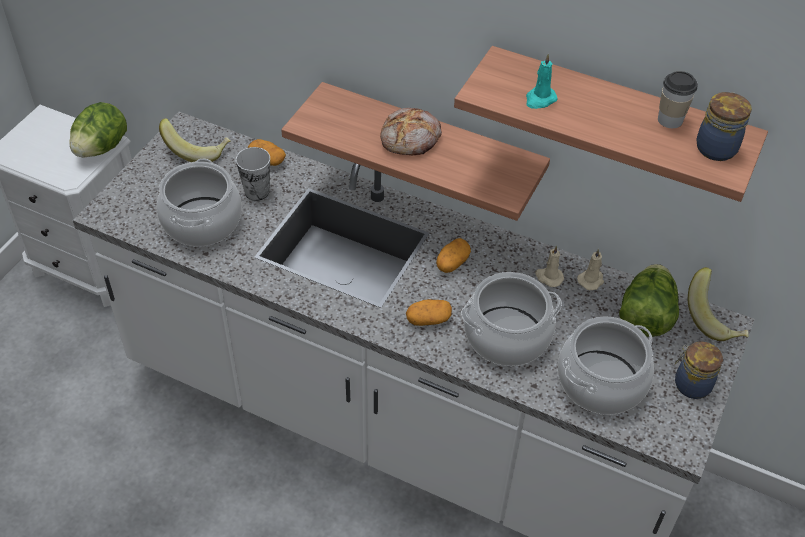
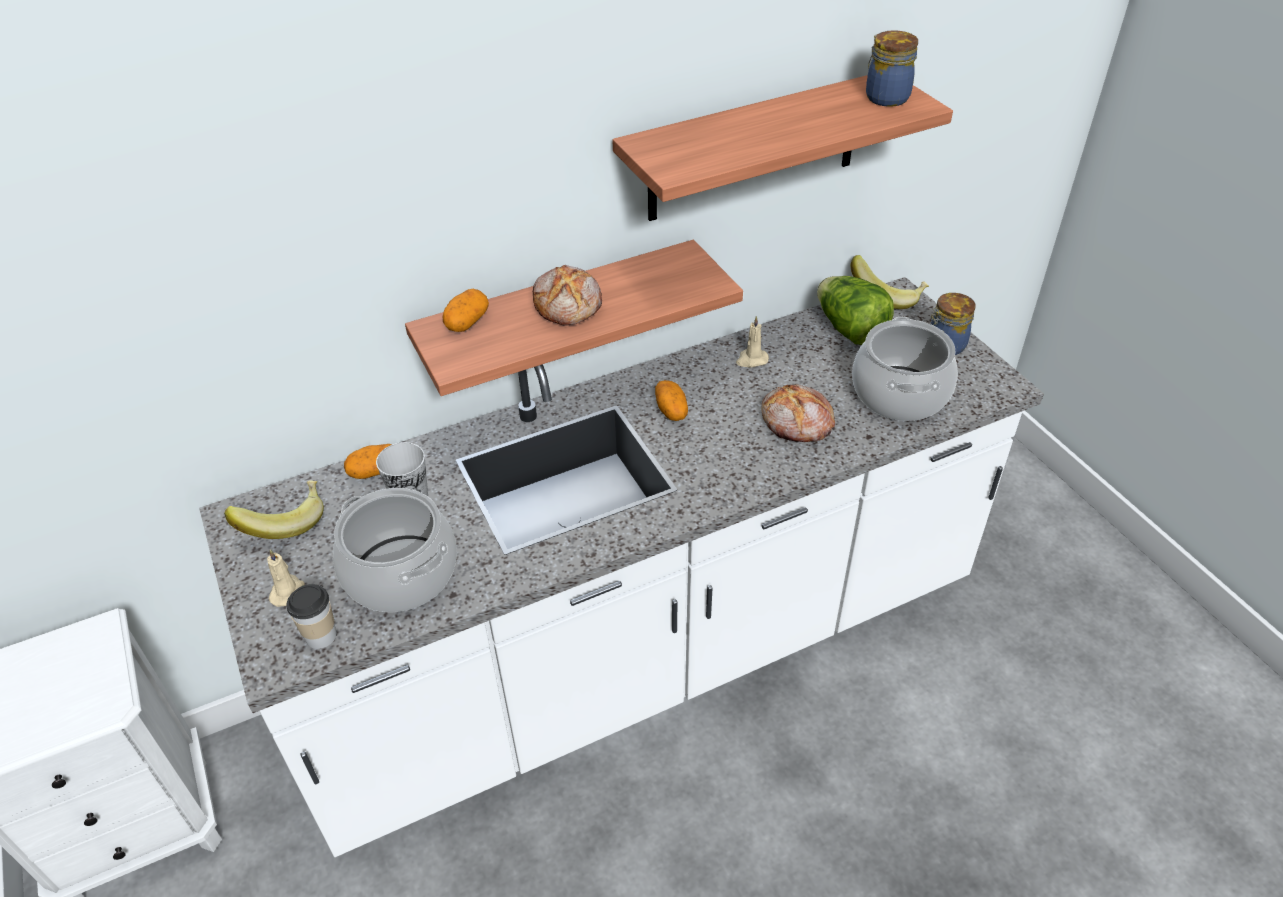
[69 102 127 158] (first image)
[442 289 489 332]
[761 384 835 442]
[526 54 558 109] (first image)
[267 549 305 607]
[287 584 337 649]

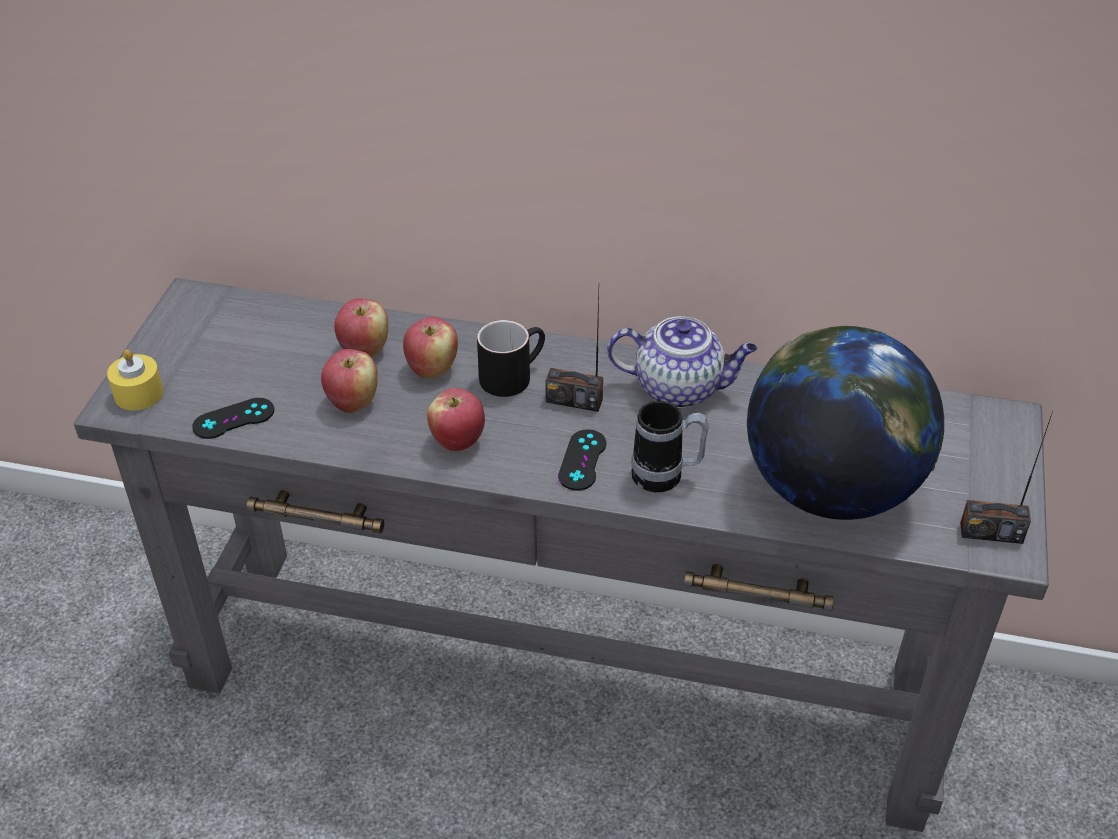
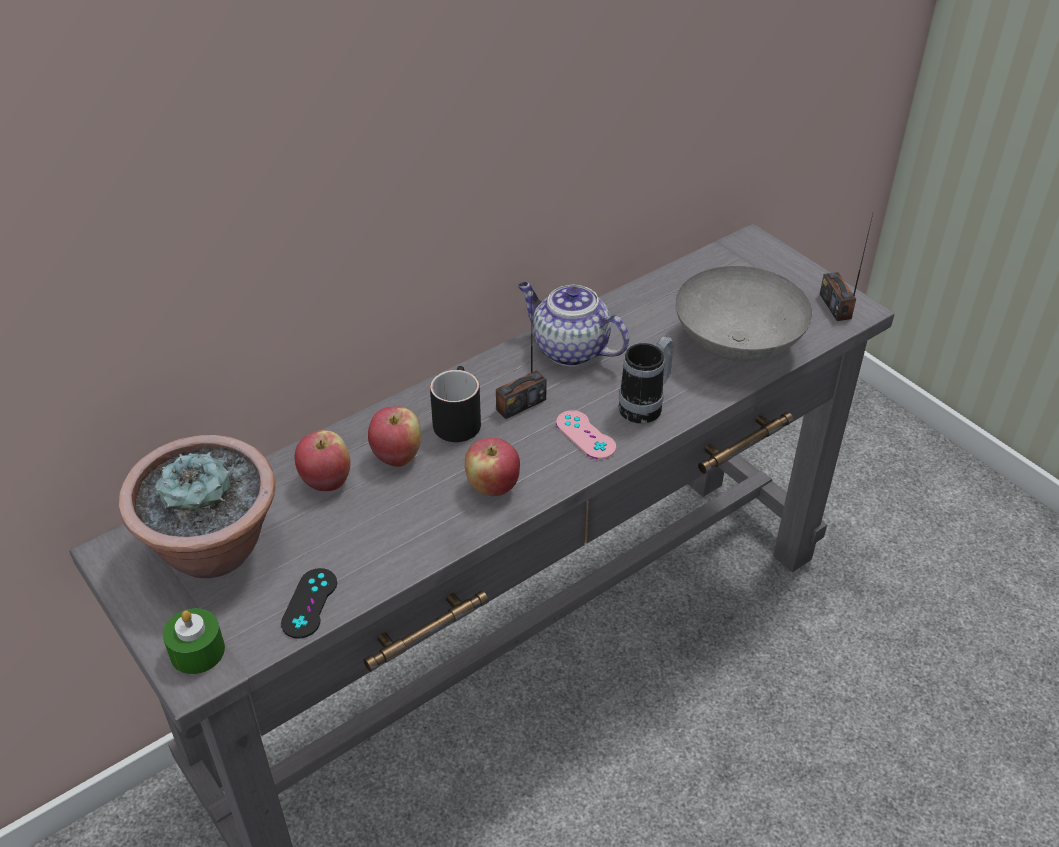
[163 608 225 674]
[321 349 378 413] (first image)
[556 410 616 459]
[518 282 629 367]
[675 266 813 361]
[820 214 873 321]
[119 435 275 578]

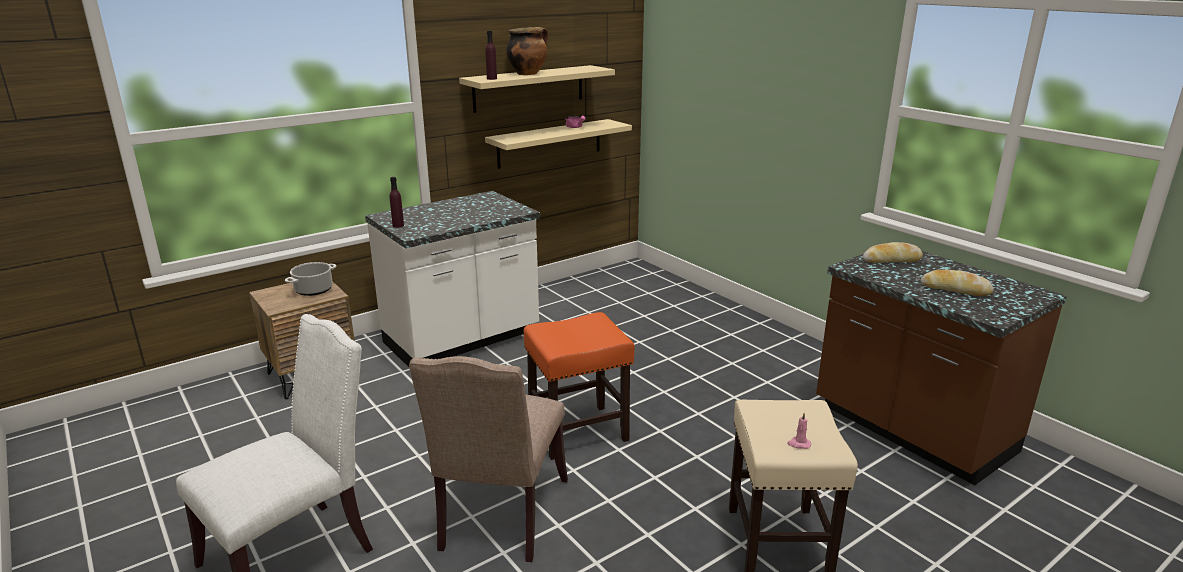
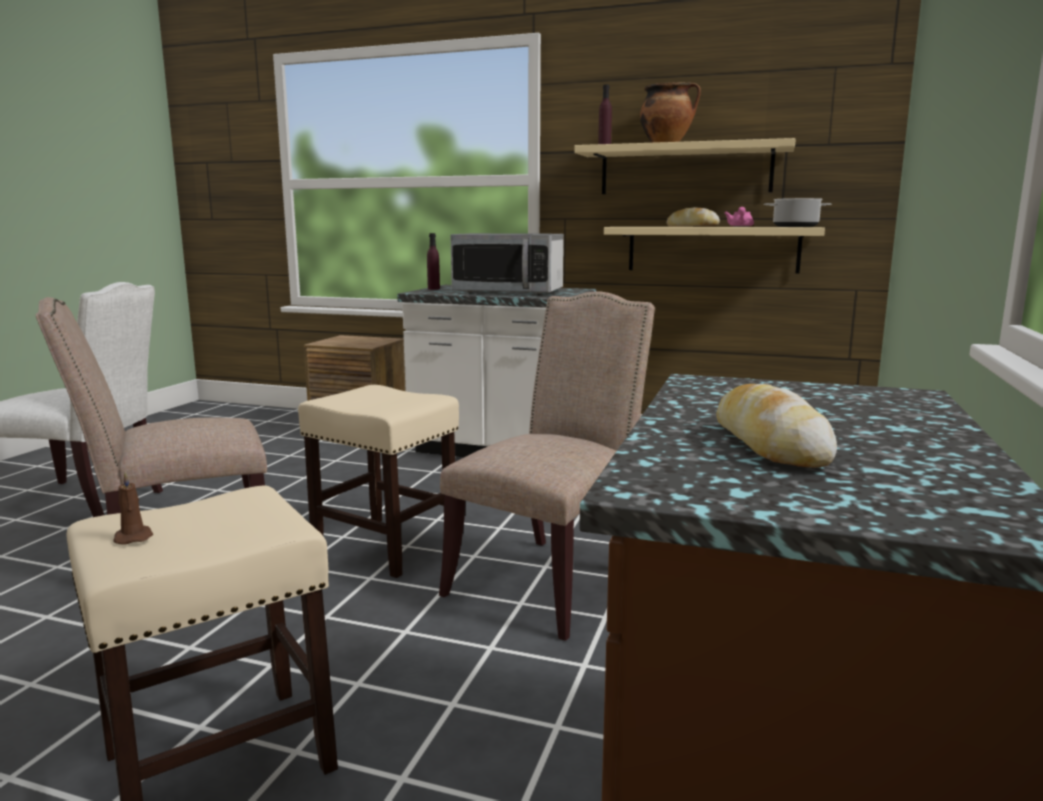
[764 198 831 227]
[298 385 459 578]
[113 472 153 544]
[667 207 720 227]
[439 291 655 641]
[450 233 564 295]

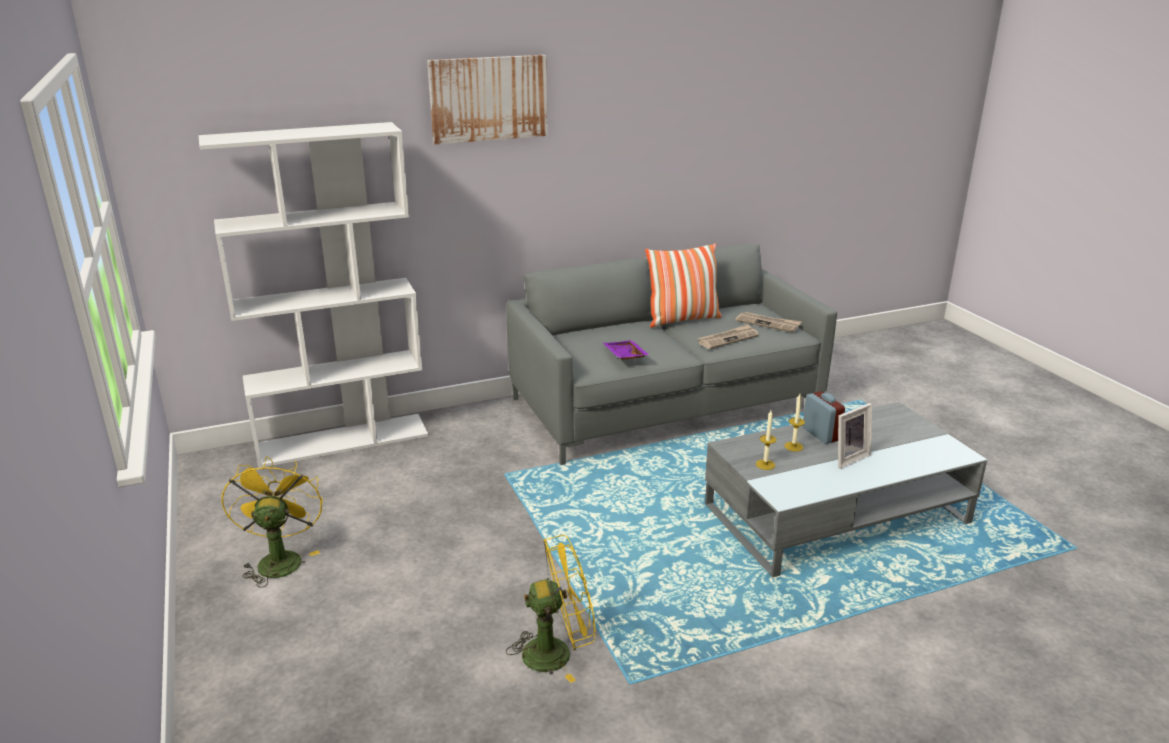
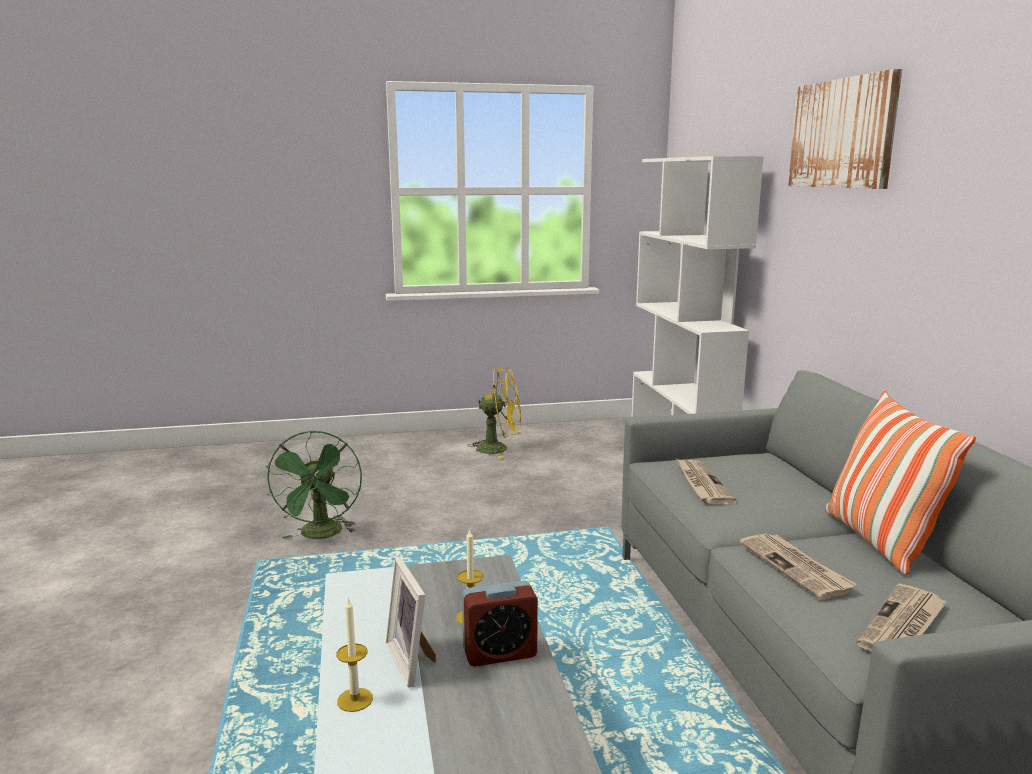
[266 430 362 539]
[676 459 737 504]
[336 597 373 712]

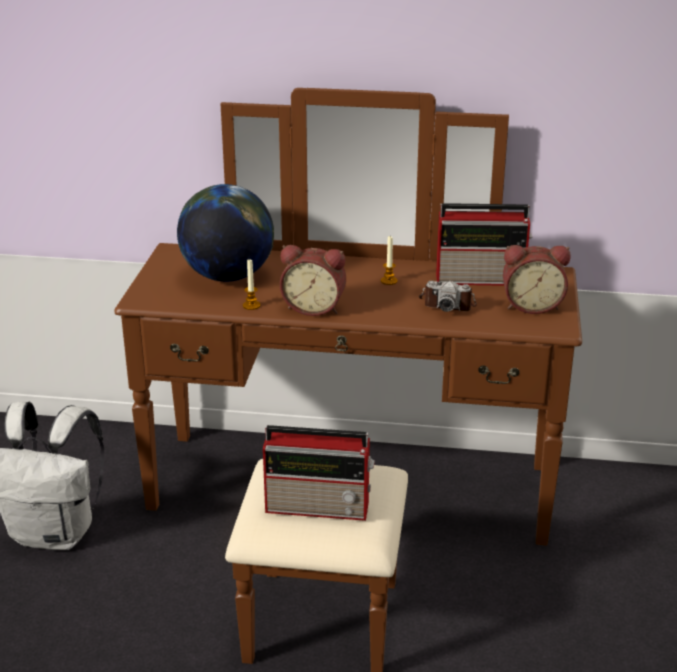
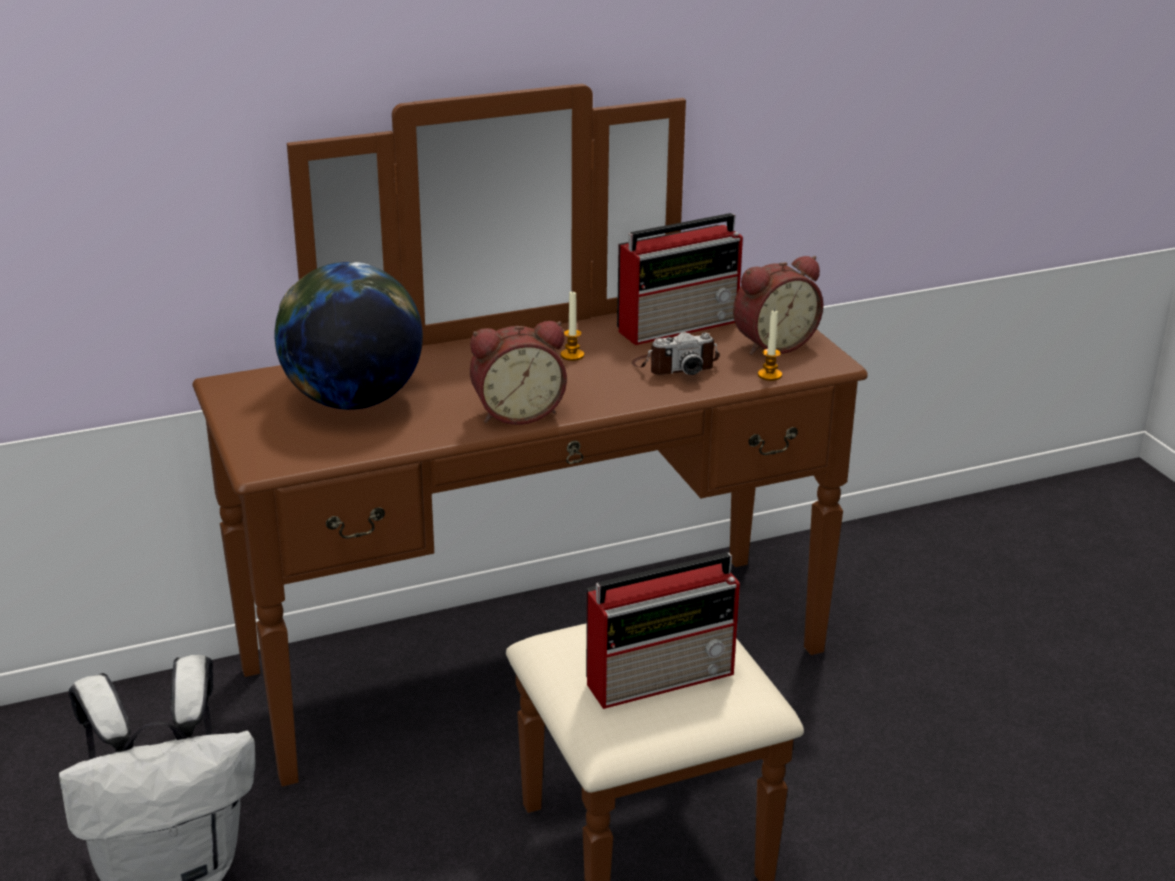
[758 309 782 381]

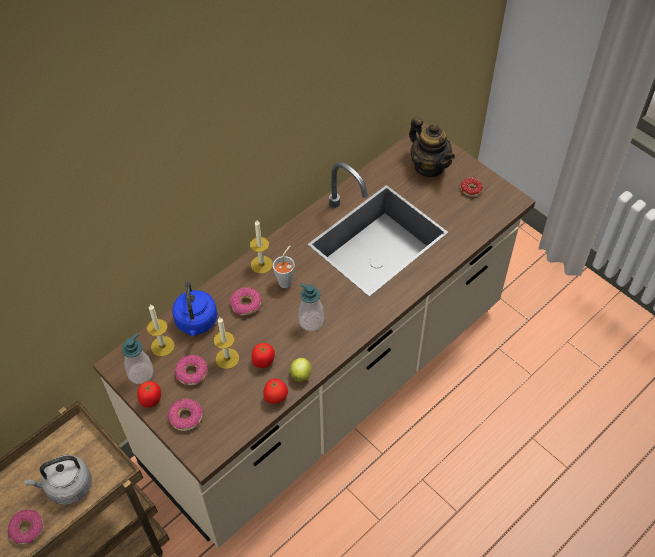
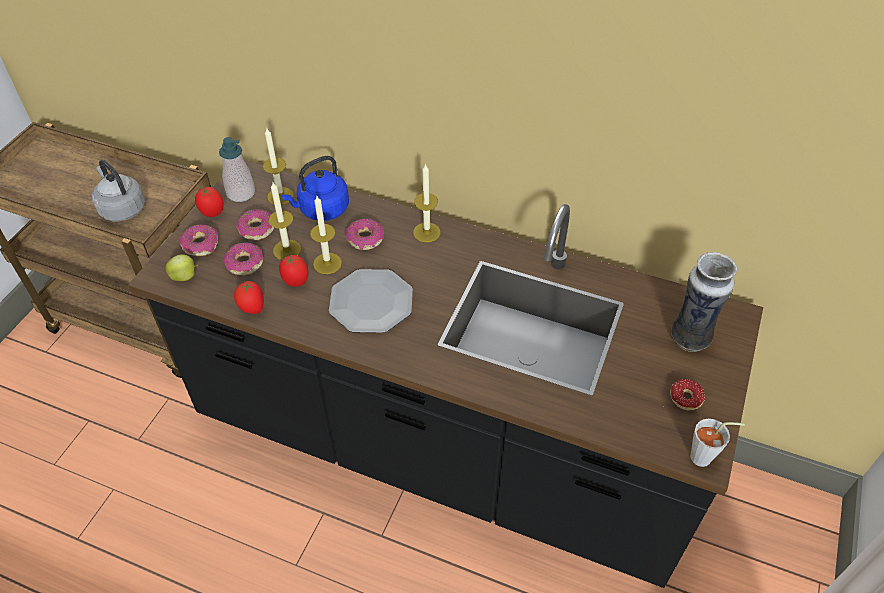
[223 242 264 276]
[128 160 763 588]
[690 419 745 467]
[165 255 198 281]
[329 269 413 333]
[671 252 737 352]
[310 196 342 274]

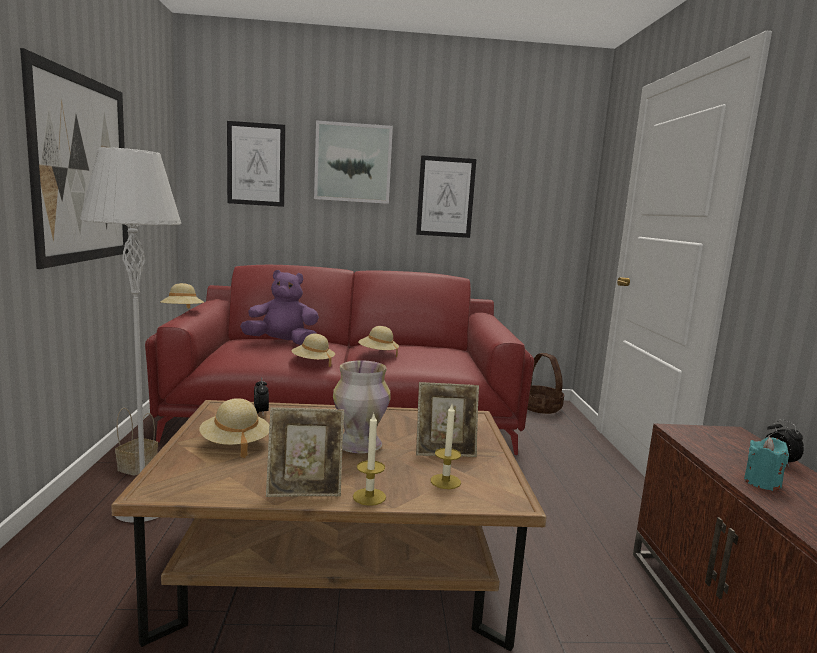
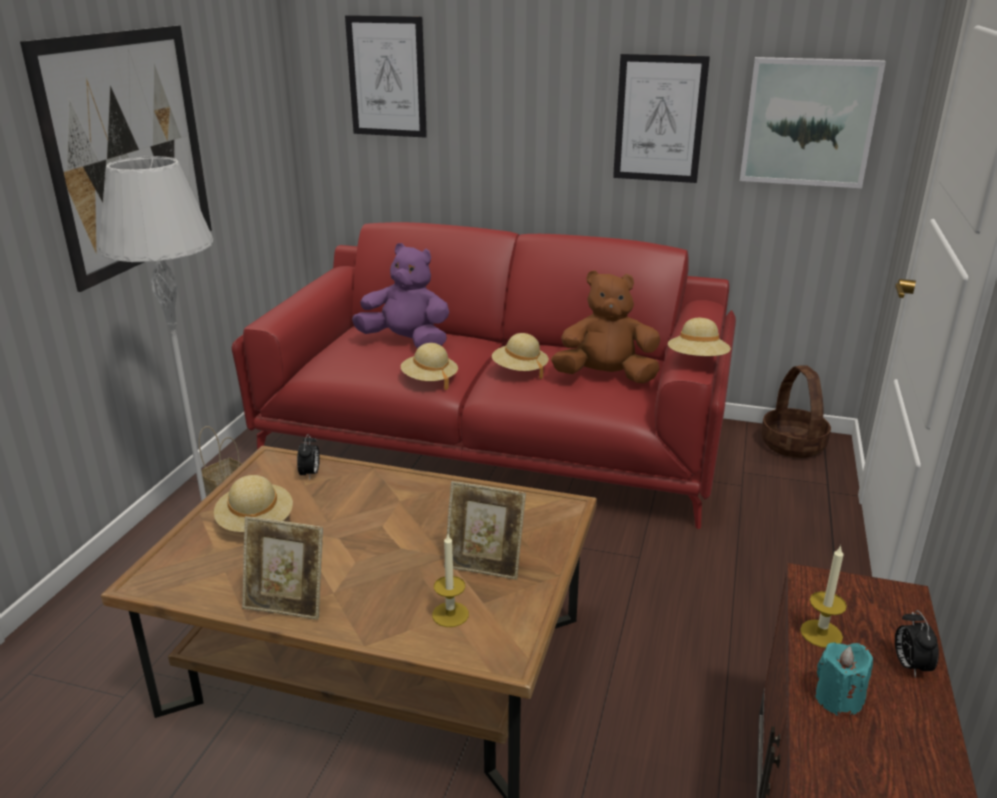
[668 318 731 356]
[740 57 886 188]
[333 360 391 453] (first image)
[800 545 847 648]
[551 270 660 383]

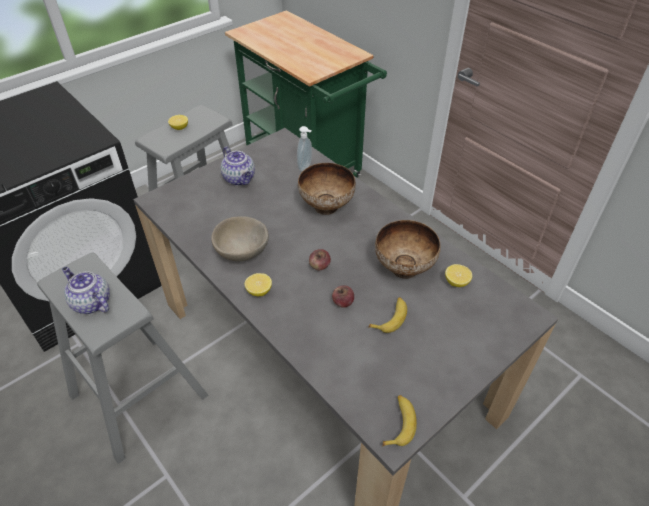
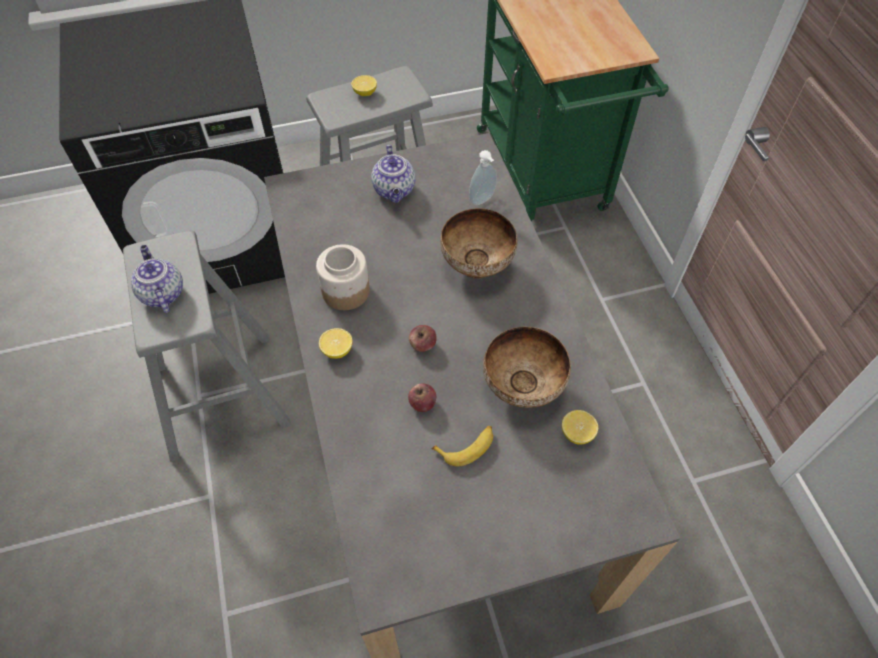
[316 244 370 310]
[382 395 417 447] (first image)

